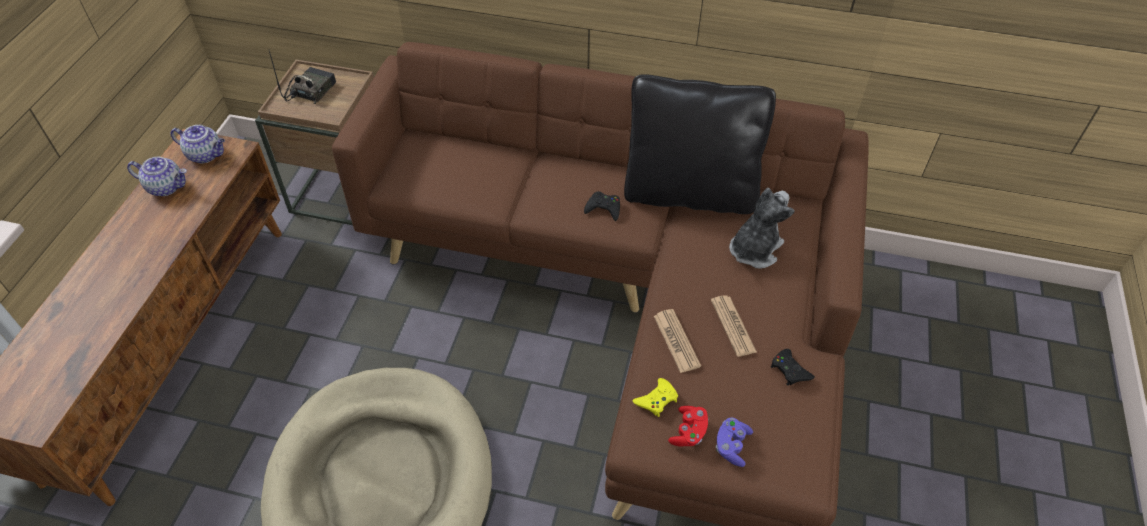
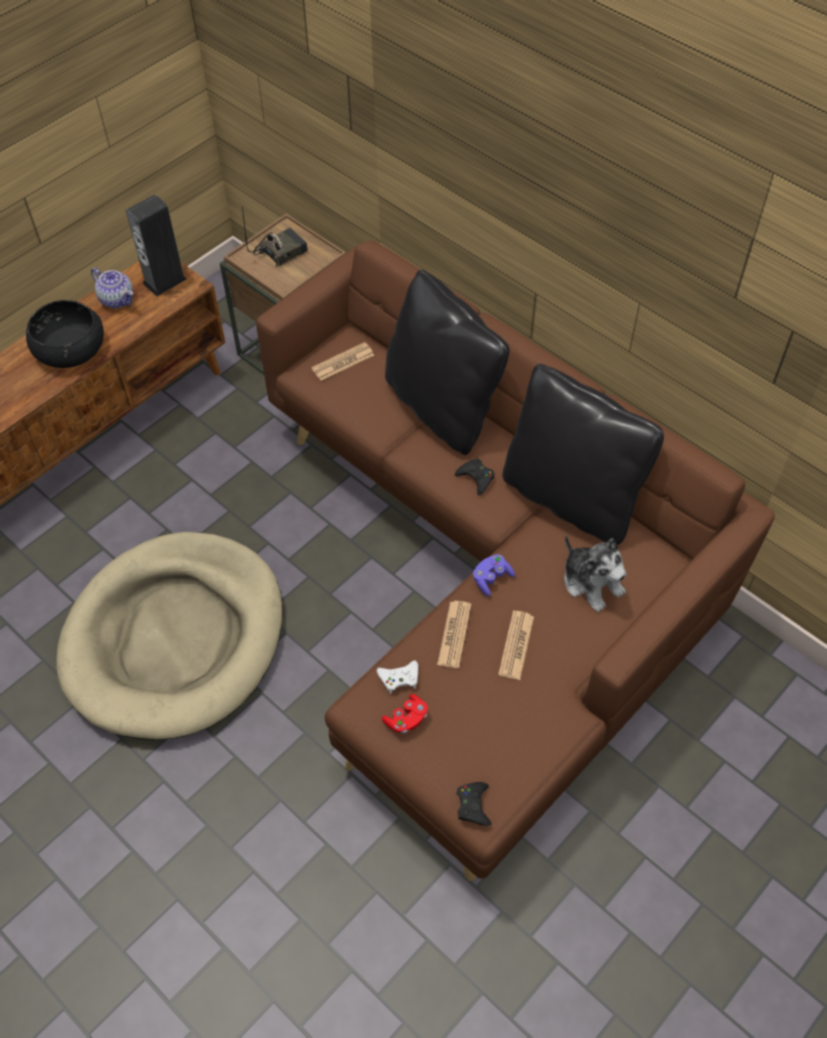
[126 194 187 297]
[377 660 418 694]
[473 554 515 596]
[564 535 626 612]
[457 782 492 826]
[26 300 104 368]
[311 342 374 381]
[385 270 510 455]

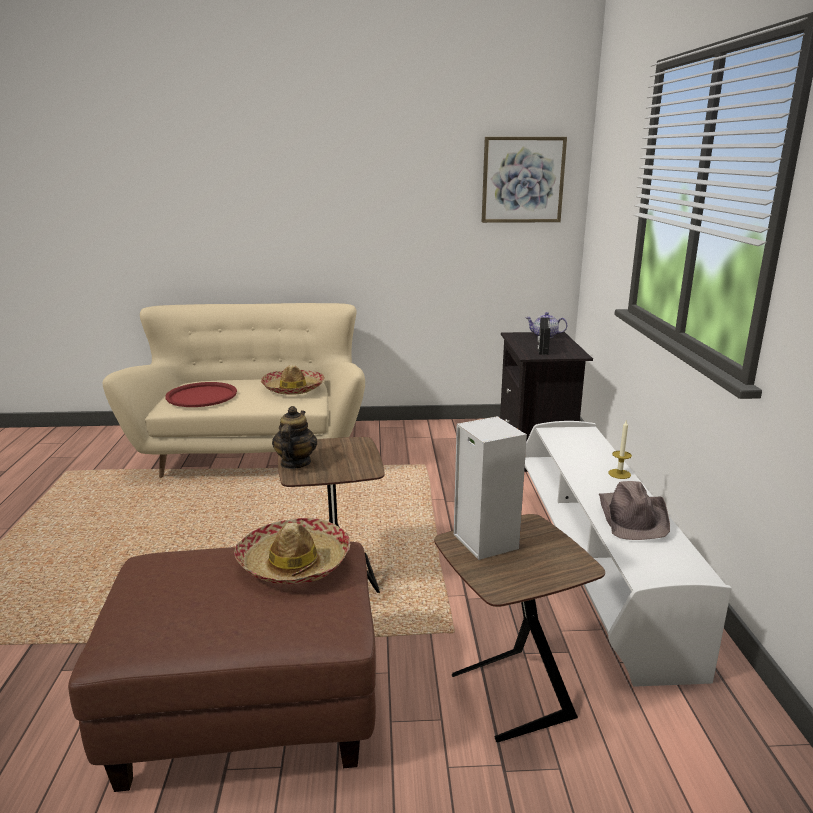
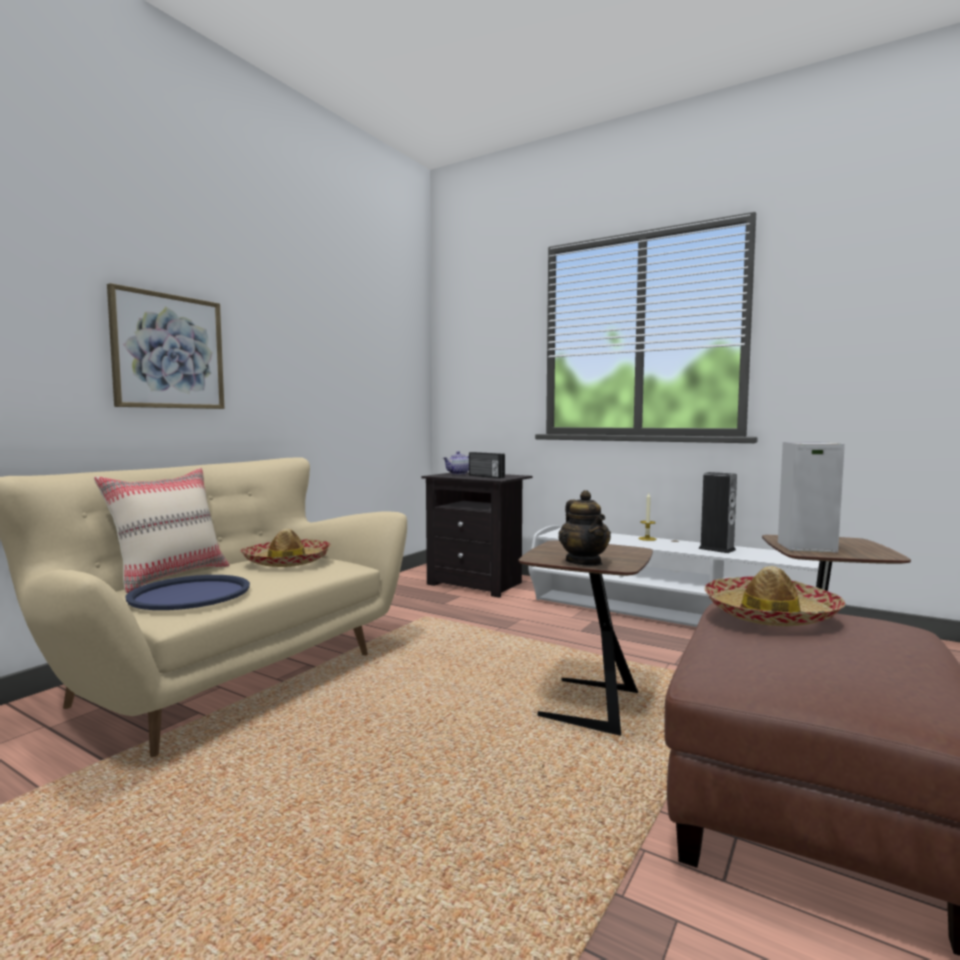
[125 575 250 610]
[558 490 611 566]
[107 283 224 409]
[698 472 737 553]
[94 468 229 593]

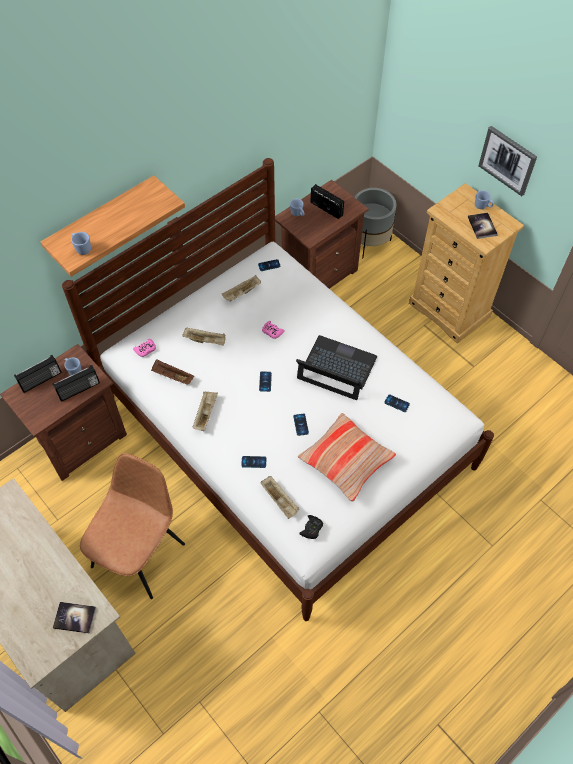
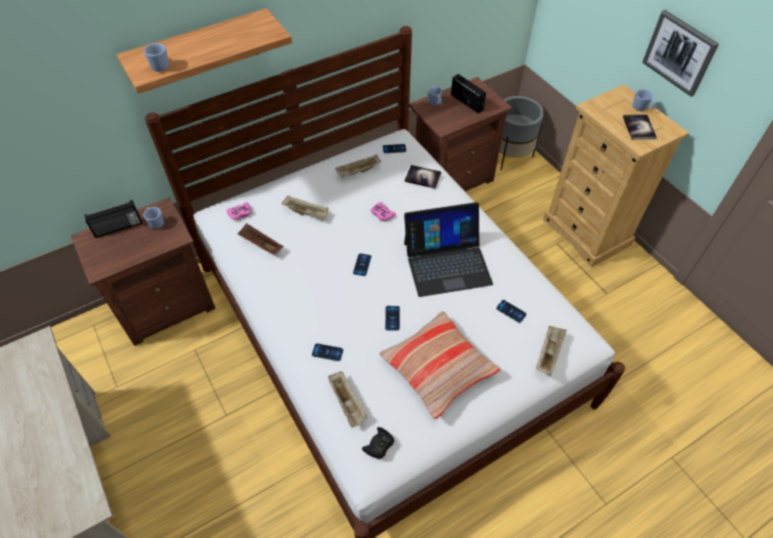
[53 365 100 402] (first image)
[405 165 441 189]
[80 453 185 599] (first image)
[536 326 567 376]
[404 202 493 297]

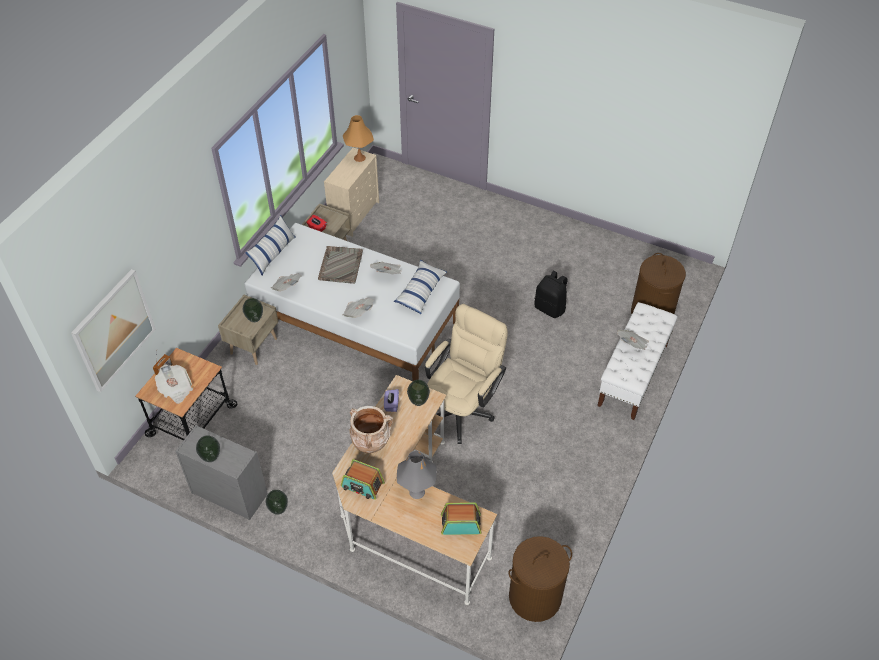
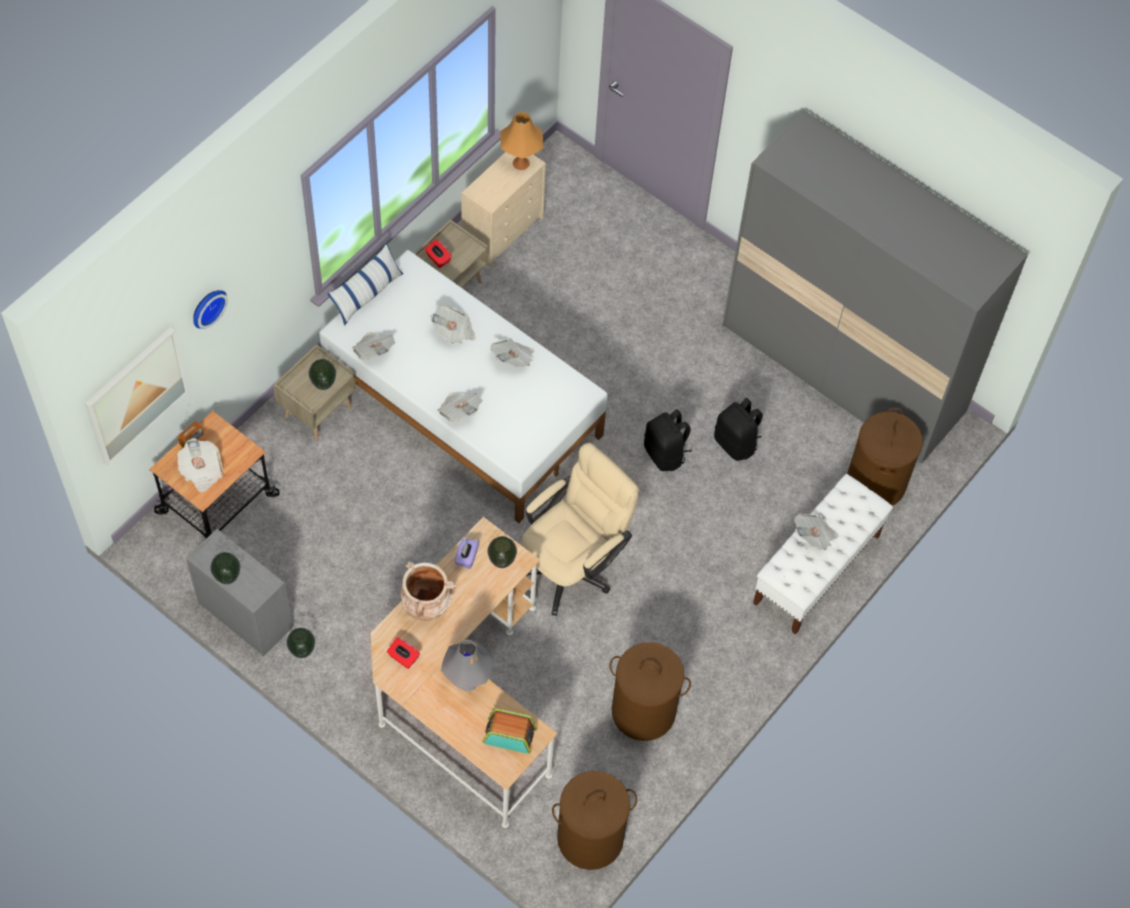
[430 305 476 344]
[387 637 420 669]
[394 259 447 314] (first image)
[194 290 228 329]
[610 642 691 741]
[644 409 692 471]
[722 110 1028 463]

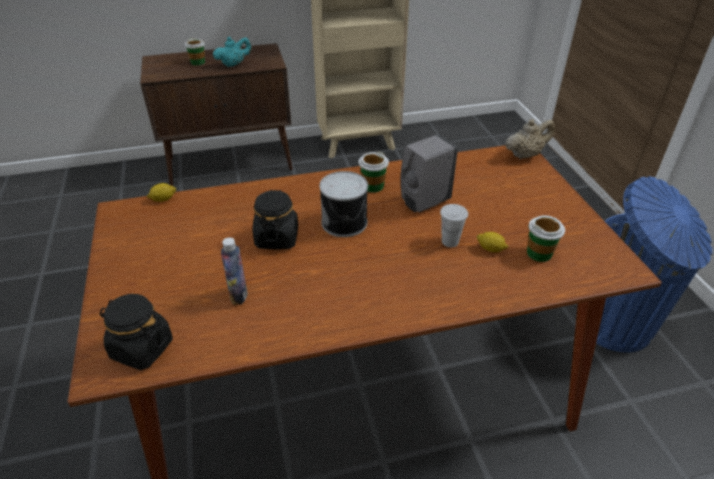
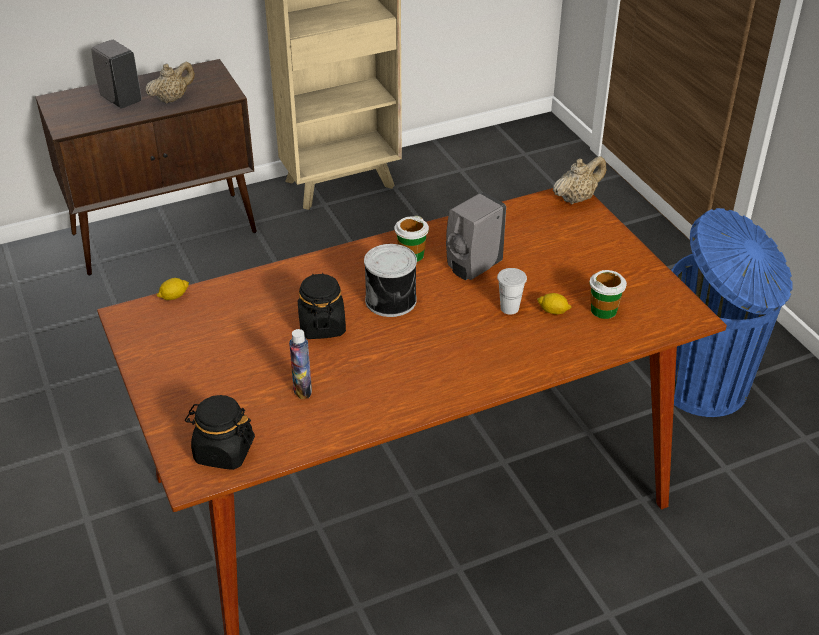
[91 40 142 109]
[146 62 195 104]

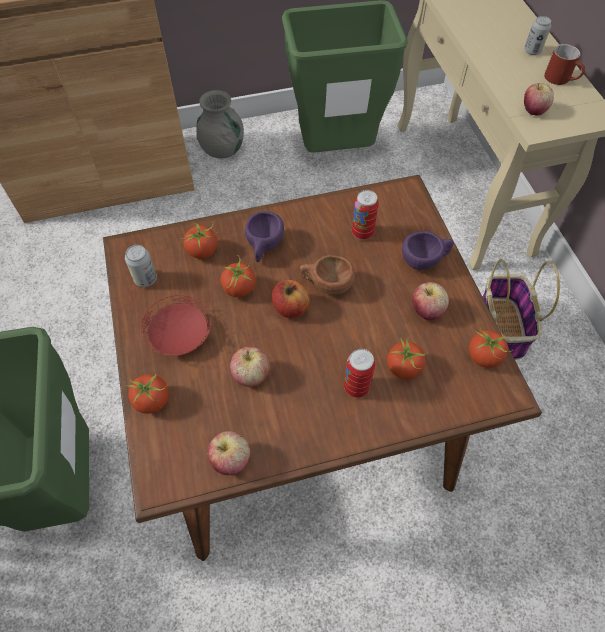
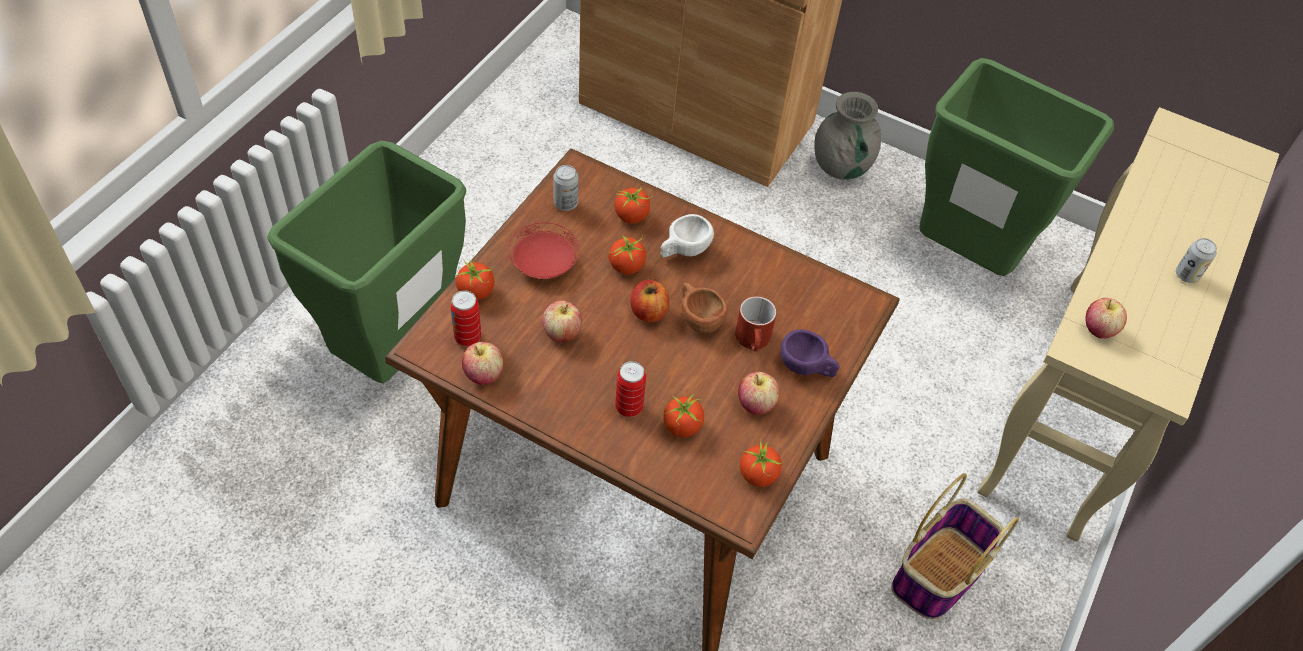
[660 214 714 257]
[450 290 481 347]
[735 296 777 352]

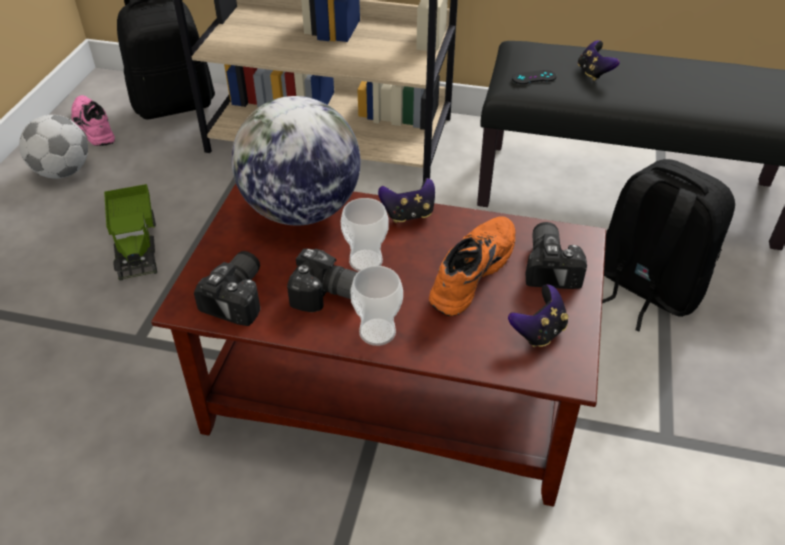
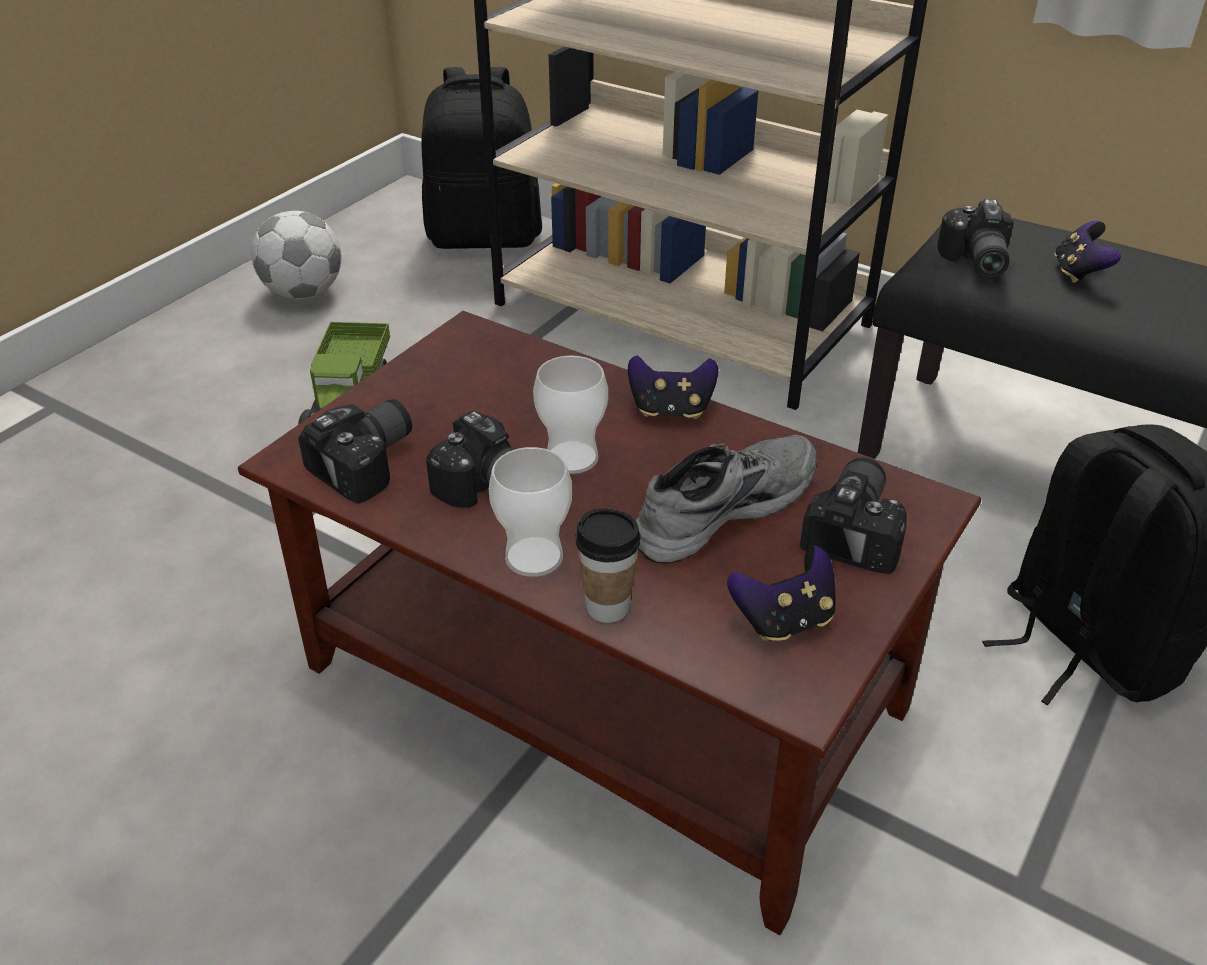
[71 95 115 146] (first image)
[231 96 361 226] (first image)
[636 435 817 564]
[937 199 1013 278]
[575 509 641 623]

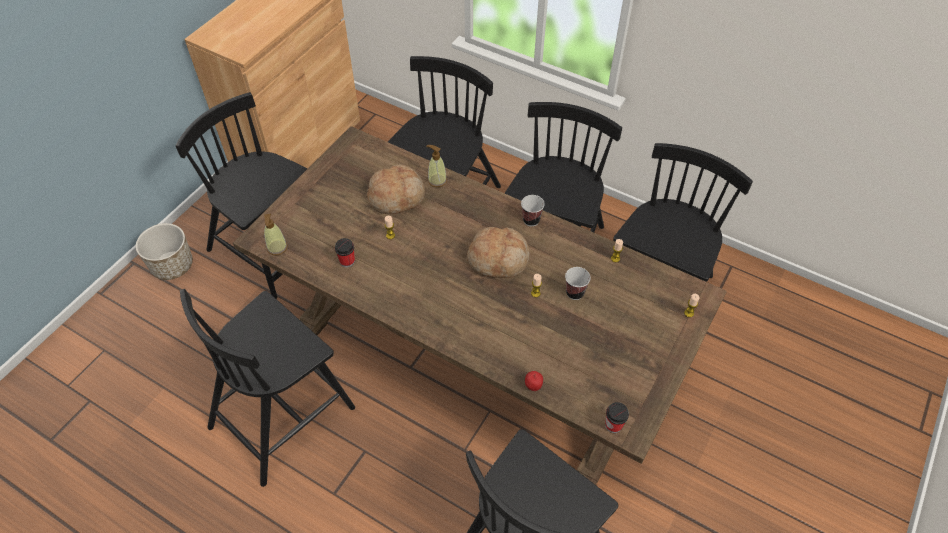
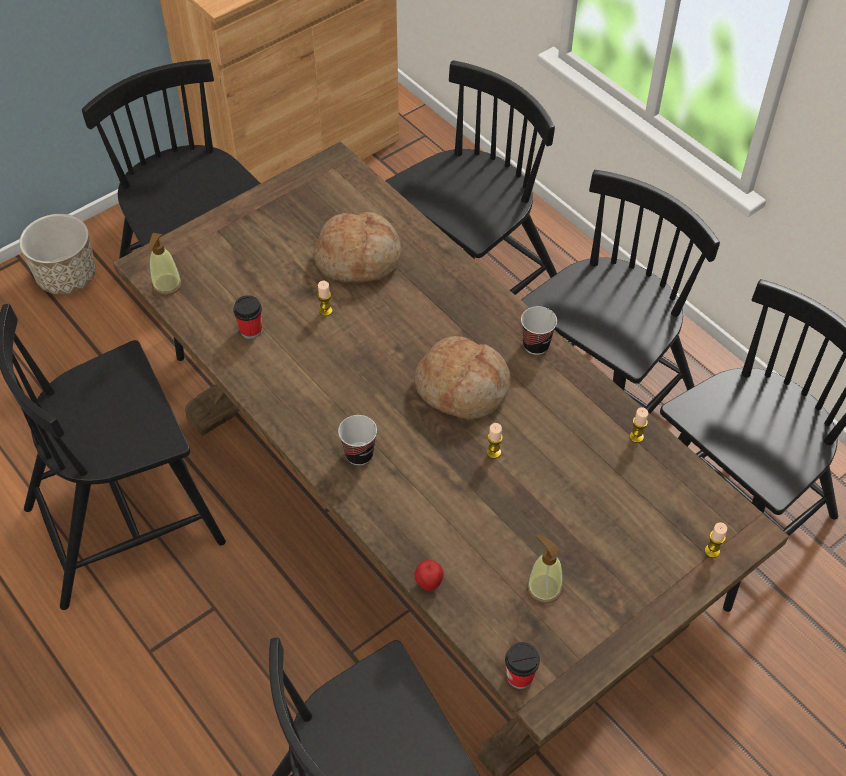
[527 534 563 604]
[338 415 377 465]

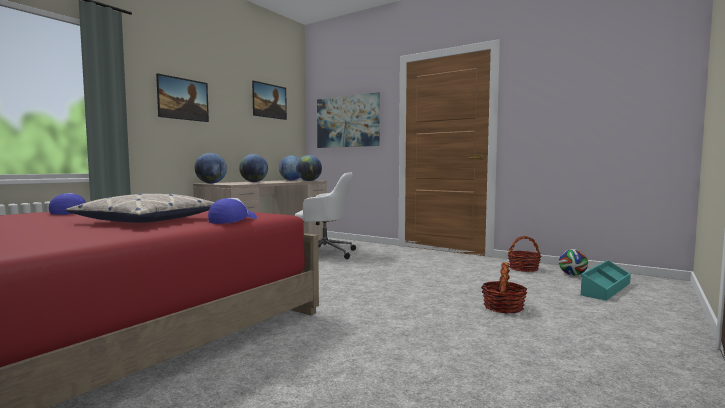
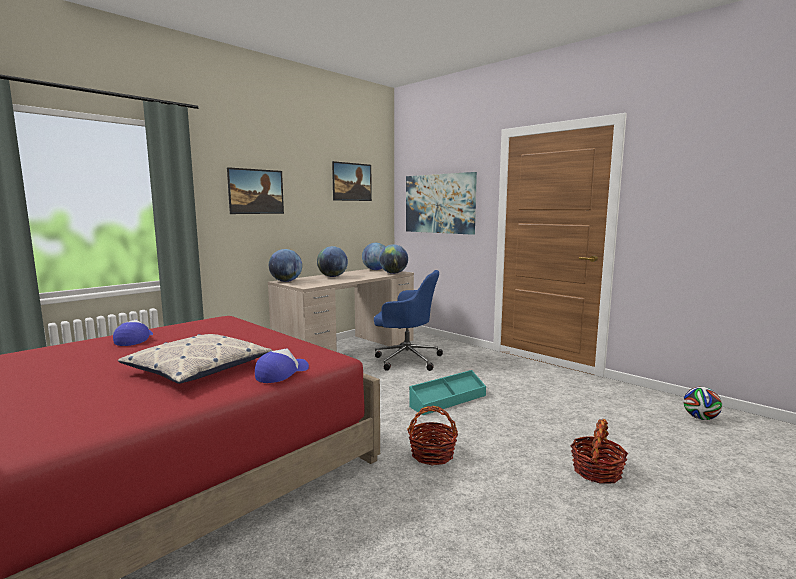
[374 270 443 371]
[407 406 458 466]
[409 370 486 415]

